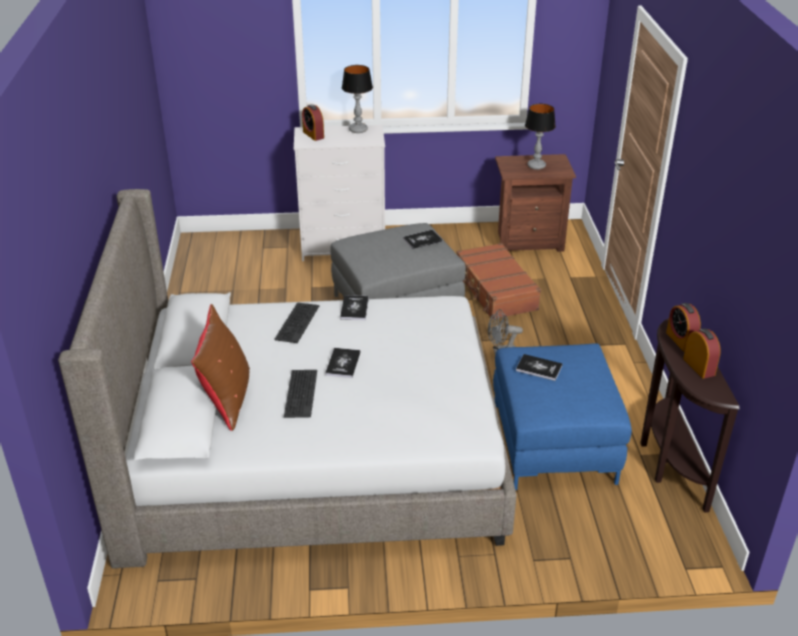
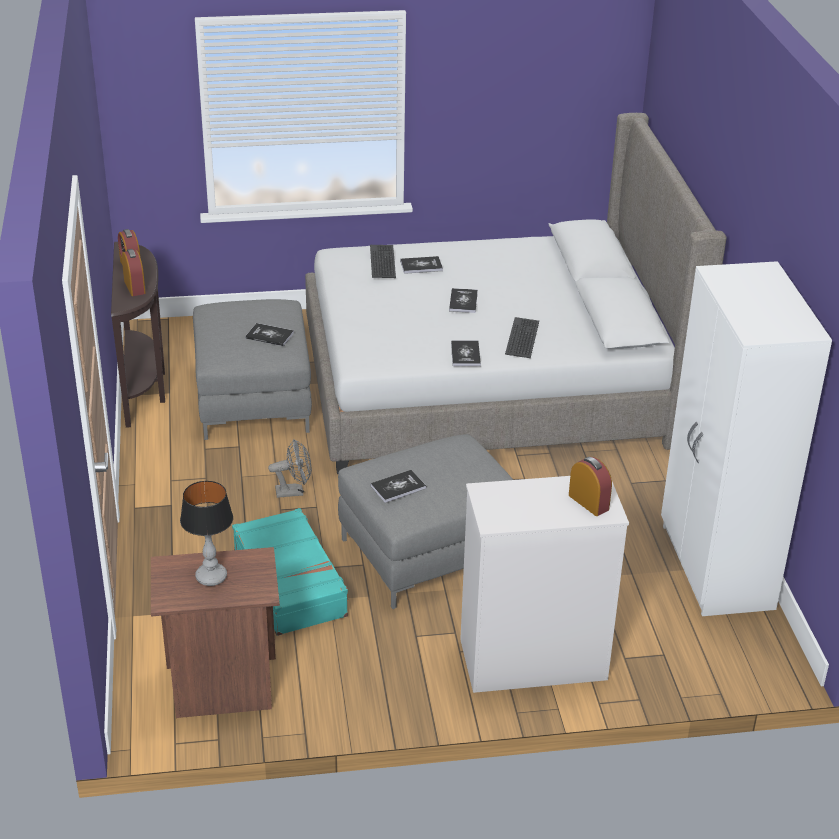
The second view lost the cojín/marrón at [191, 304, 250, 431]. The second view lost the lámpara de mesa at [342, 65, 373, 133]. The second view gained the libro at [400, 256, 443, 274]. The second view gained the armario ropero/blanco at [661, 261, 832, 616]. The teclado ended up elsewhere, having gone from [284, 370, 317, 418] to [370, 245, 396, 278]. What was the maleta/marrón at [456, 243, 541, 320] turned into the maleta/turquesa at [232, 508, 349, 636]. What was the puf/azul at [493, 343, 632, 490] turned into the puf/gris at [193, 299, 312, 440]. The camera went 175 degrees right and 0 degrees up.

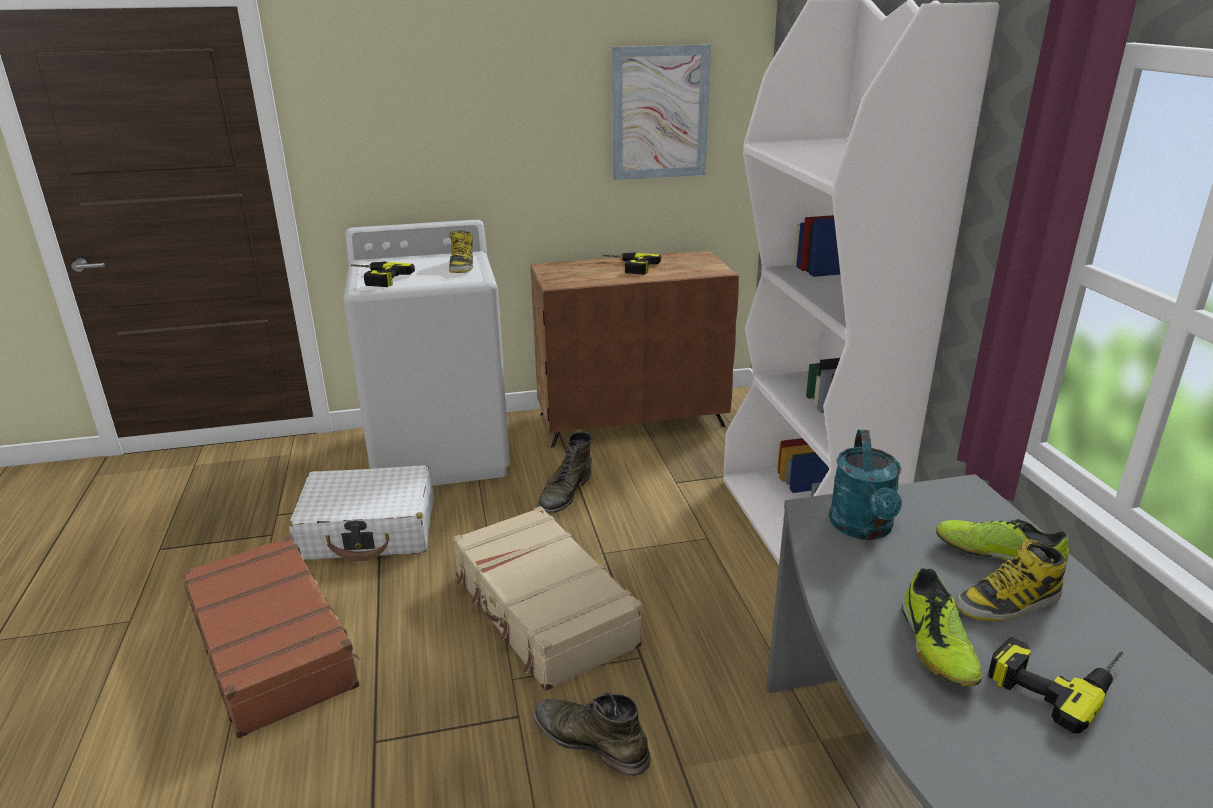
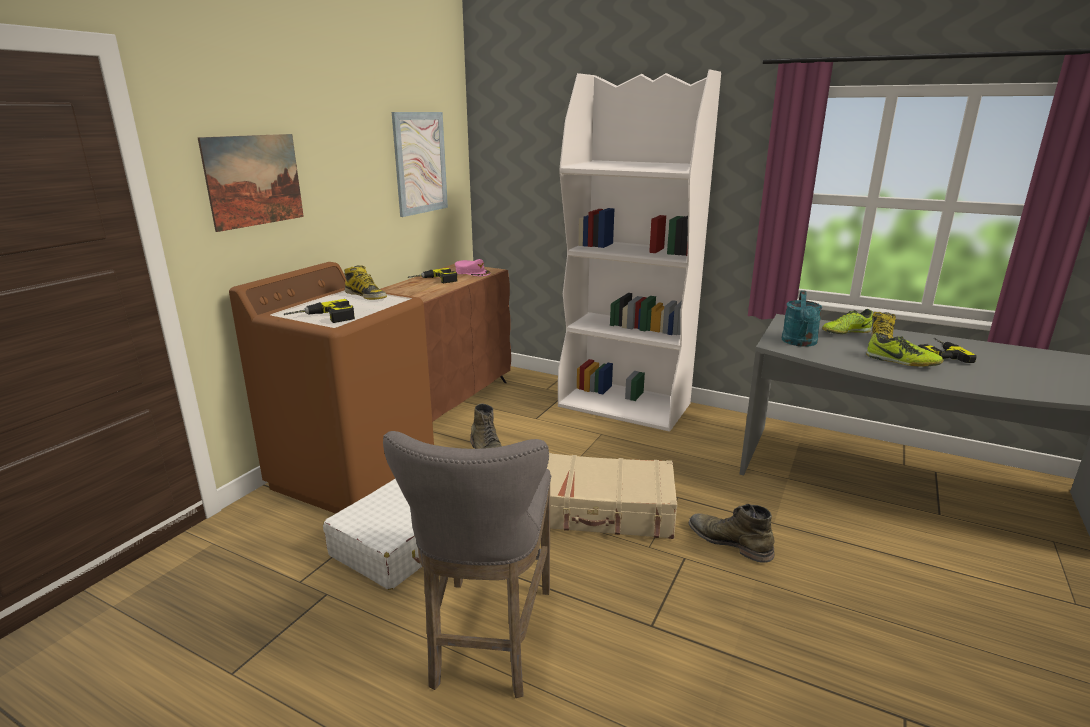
The second view gained the cuadro at [198, 134, 304, 232]. The second view gained the gorra/rosa at [455, 259, 490, 276]. Where the maleta/marrón stood at [182, 536, 360, 739], the taburete/gris came to stand at [383, 431, 551, 698]. What was the lavadora/blanco at [343, 220, 510, 486] turned into the lavadora/marrón at [229, 262, 434, 514]. The bota/verde at [534, 692, 651, 776] ended up facing another way, 60 degrees clockwise from before. The regadera/turquesa at [829, 430, 902, 540] ended up facing another way, 60 degrees clockwise from before. The camera went 50 degrees left and 5 degrees down.

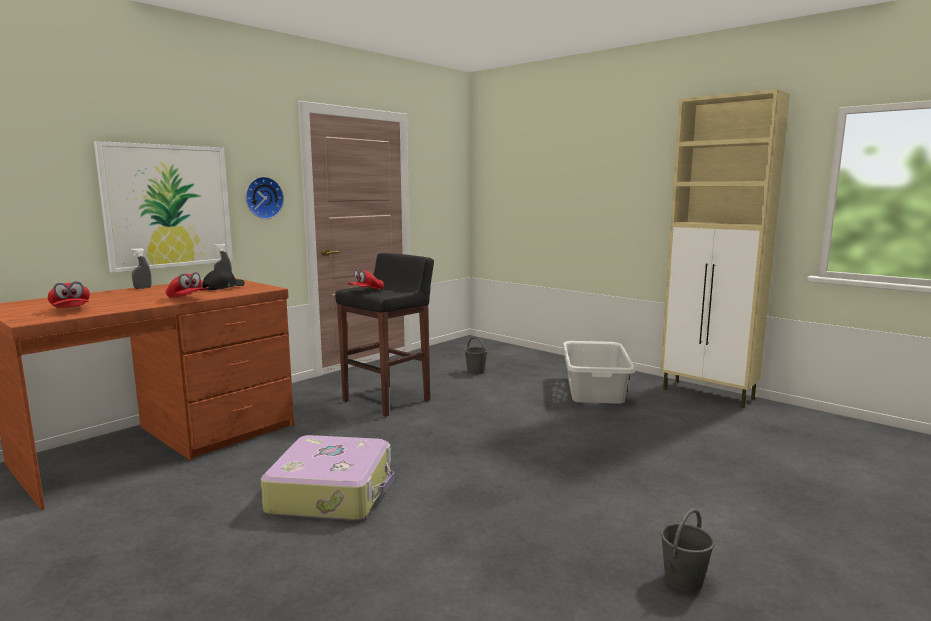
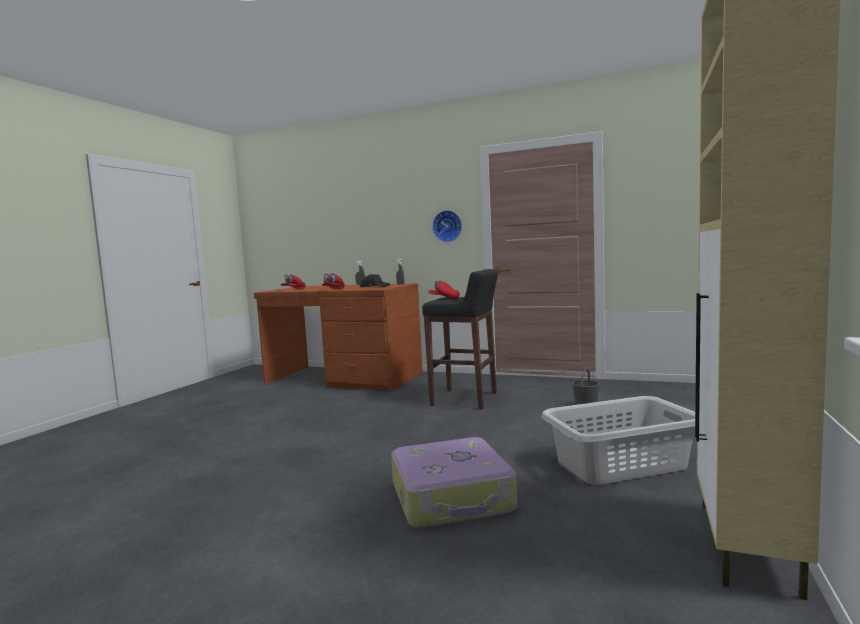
The second view lost the cuadro at [94, 141, 233, 273]. The second view lost the cubo/gris at [661, 508, 715, 592]. The maleta ended up elsewhere, having gone from [261, 435, 394, 521] to [391, 437, 517, 528]. The camera went 70 degrees right and 5 degrees down.

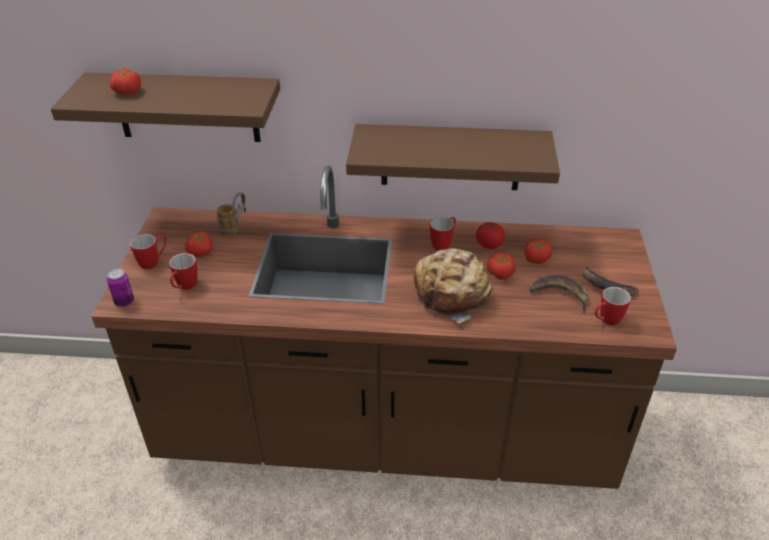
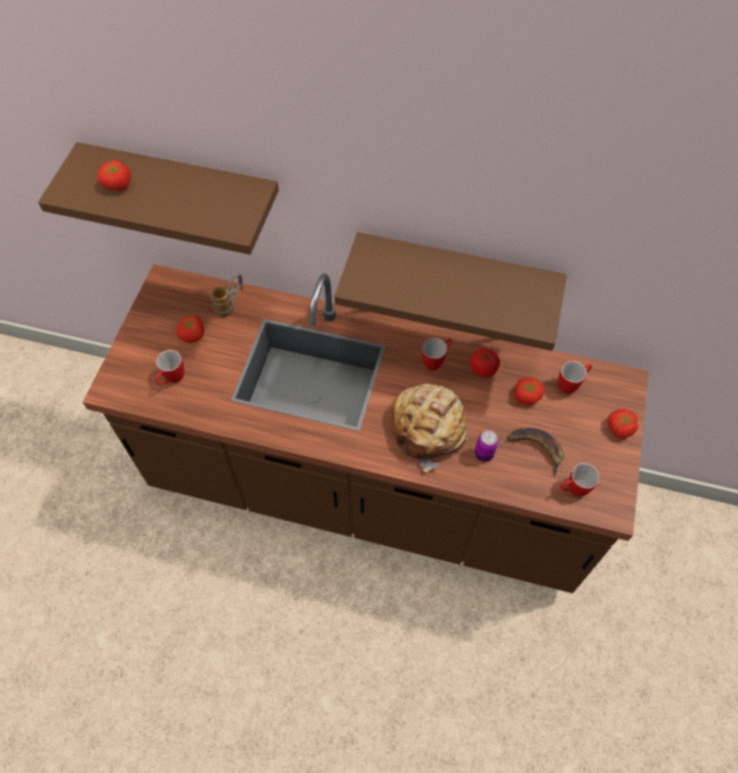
The second view lost the plátano at [582, 267, 639, 296]. The lata ended up elsewhere, having gone from [107, 269, 134, 307] to [475, 430, 499, 462]. The taza grande ended up elsewhere, having gone from [130, 234, 167, 269] to [558, 361, 592, 394]. The tomate ended up elsewhere, having gone from [487, 253, 516, 280] to [607, 409, 638, 439]. The camera went 10 degrees right and 20 degrees up.

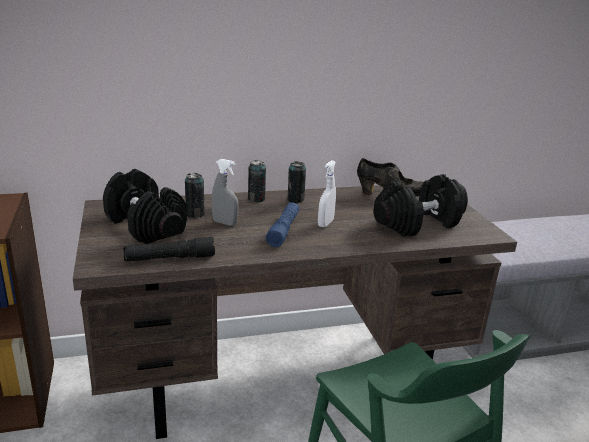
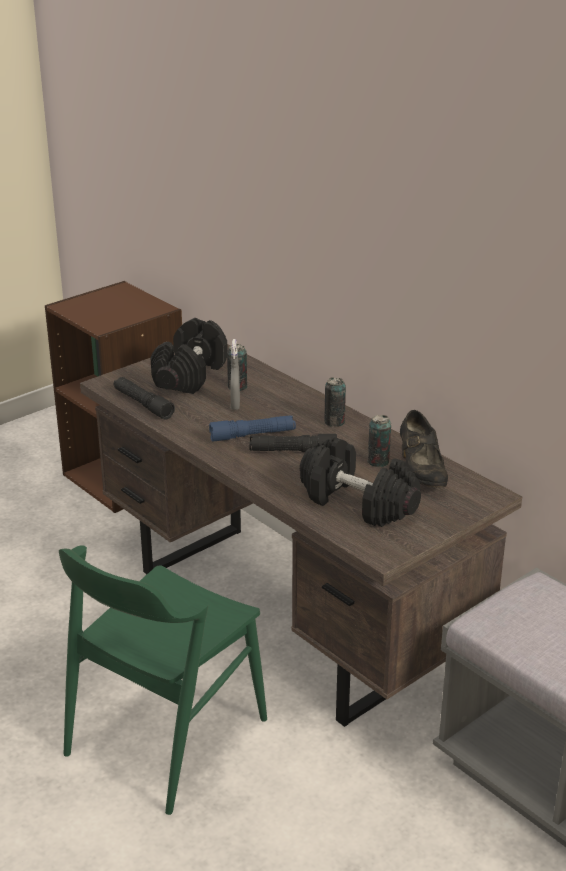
The lata ended up elsewhere, having gone from [248, 160, 266, 203] to [367, 415, 391, 467]. Where the pulverizador/blanco stood at [318, 160, 336, 227], the linterna/negro came to stand at [249, 434, 337, 452]. The camera went 65 degrees right and 5 degrees up.

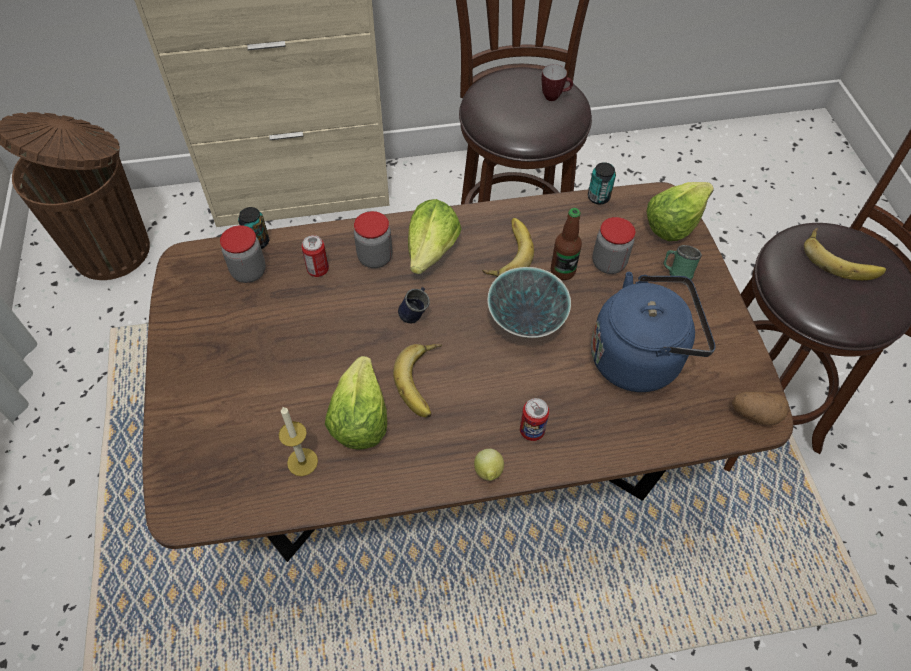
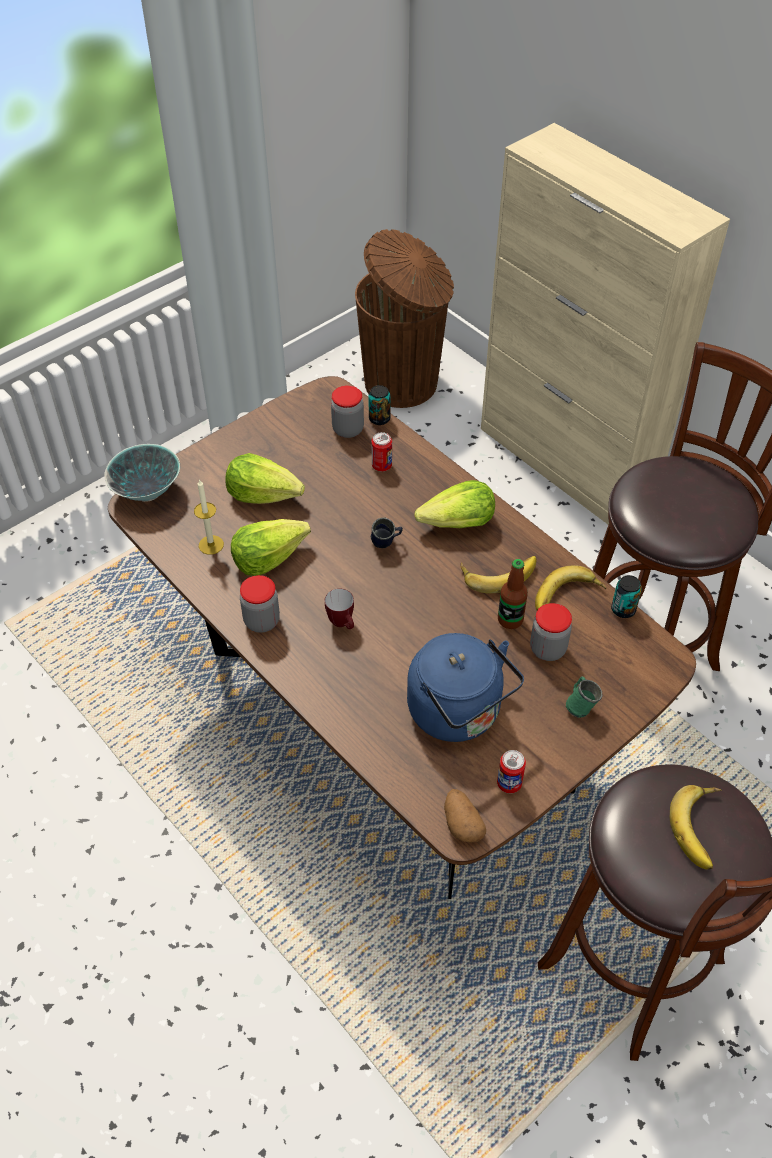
The second view lost the limón at [474, 449, 504, 481]. The tarro ended up elsewhere, having gone from [354, 211, 392, 268] to [240, 575, 280, 633]. The plátano ended up elsewhere, having gone from [393, 344, 442, 417] to [535, 565, 606, 610]. The cuenco ended up elsewhere, having gone from [487, 267, 571, 338] to [104, 444, 180, 502]. The lata ended up elsewhere, having gone from [520, 398, 549, 441] to [497, 750, 526, 793]. The taza grande ended up elsewhere, having gone from [541, 64, 573, 101] to [325, 588, 354, 629]. The lechuga ended up elsewhere, having gone from [647, 182, 714, 241] to [225, 453, 305, 504]. The camera went 60 degrees right and 5 degrees down.

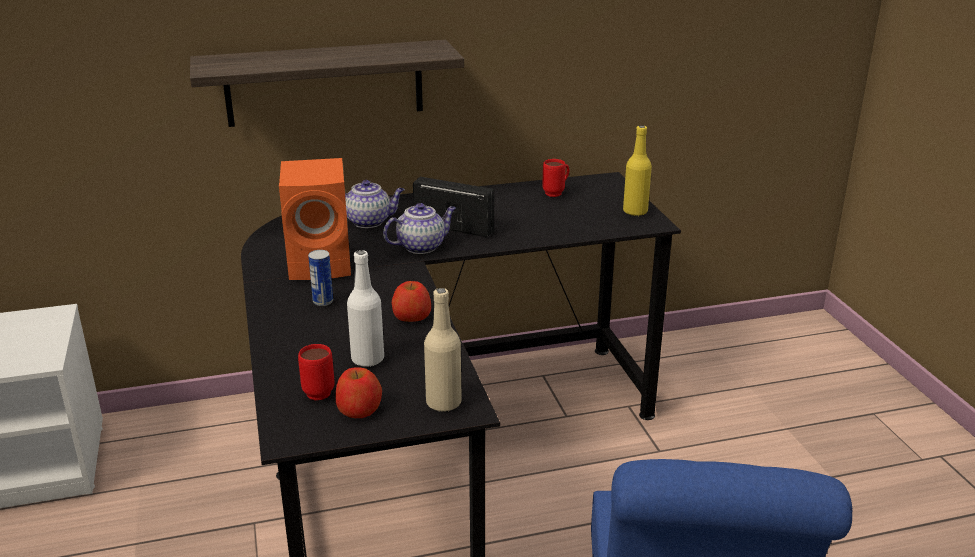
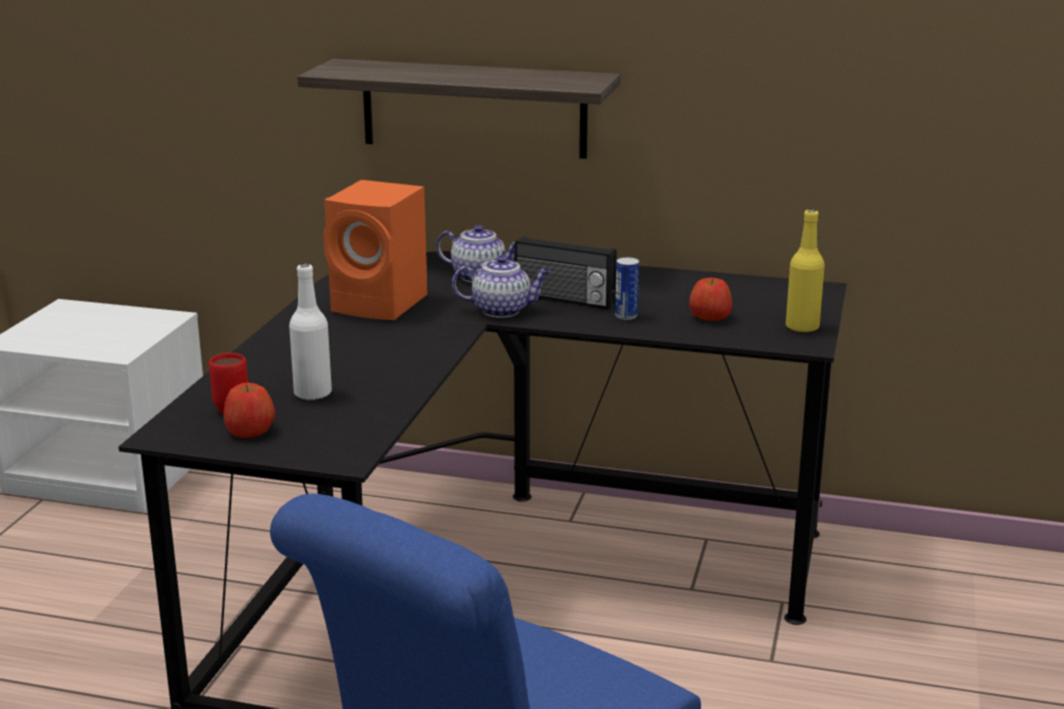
The second view lost the botella/beis at [424, 288, 462, 411]. The second view lost the taza grande/rojo at [542, 159, 569, 197]. The lata ended up elsewhere, having gone from [308, 250, 333, 306] to [615, 257, 639, 320]. The manzana ended up elsewhere, having gone from [392, 281, 431, 322] to [689, 278, 732, 321]. The radio at [413, 177, 494, 237] ended up facing another way, 150 degrees clockwise from before. The camera went 30 degrees right and 5 degrees down.

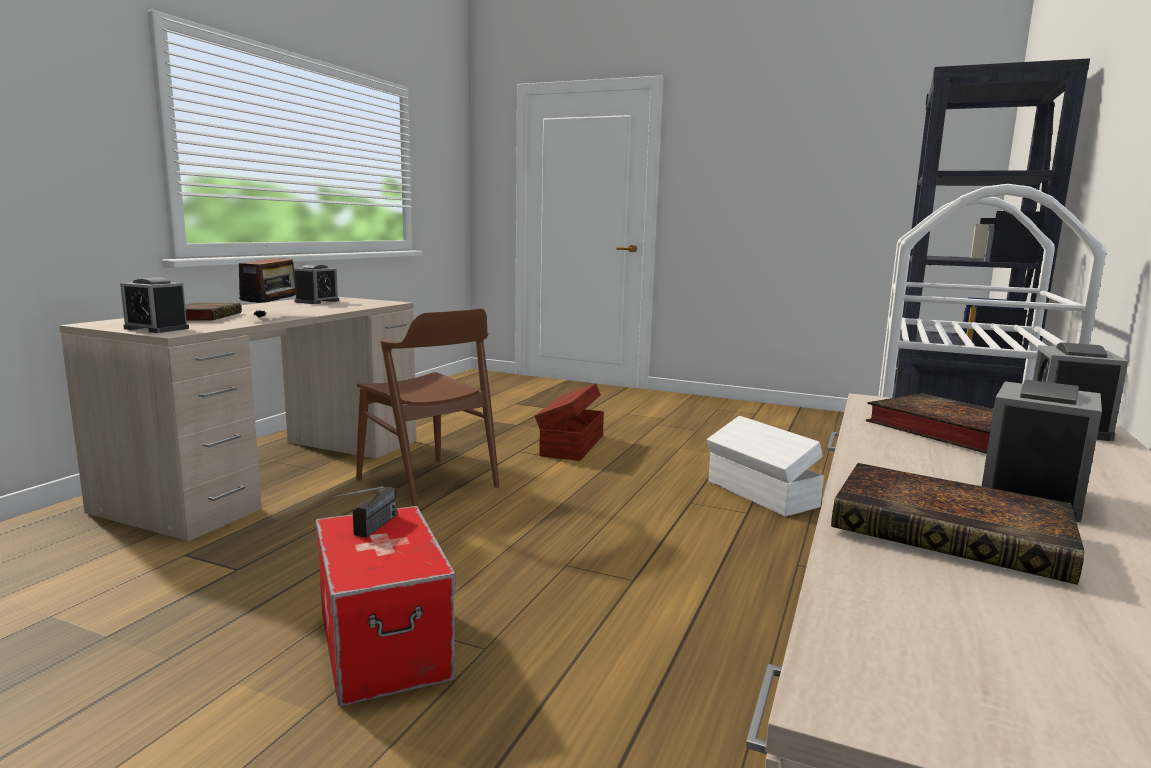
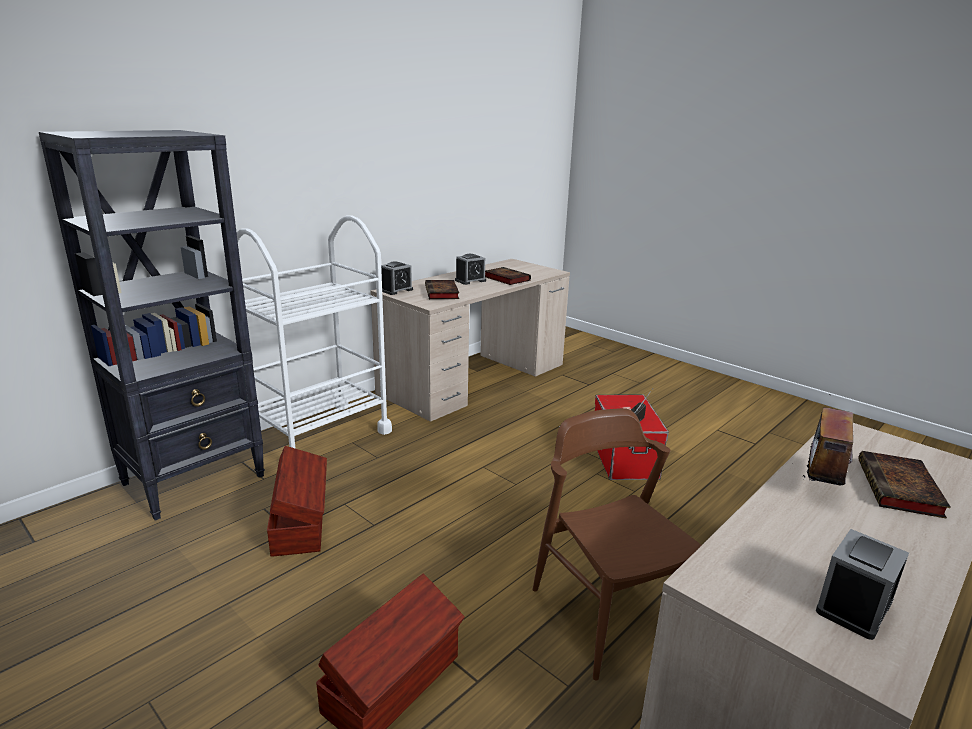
The second view lost the despertador at [120, 277, 189, 333]. What was the caja de almacenaje/blanco at [707, 416, 824, 517] turned into the caja de almacenaje/marrón at [267, 446, 327, 557]. The camera went 160 degrees left and 10 degrees up.

